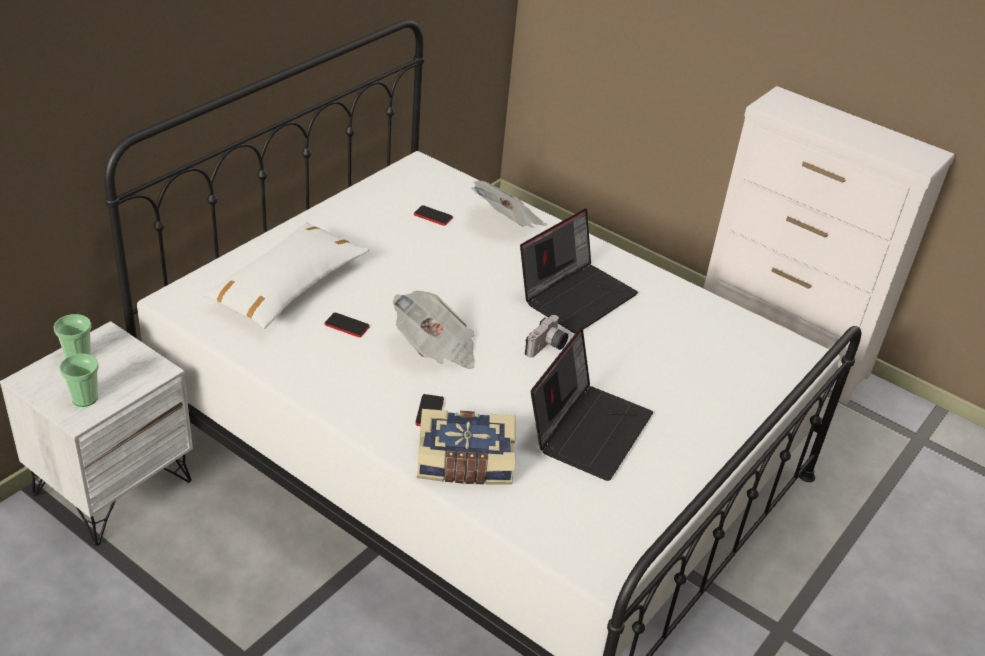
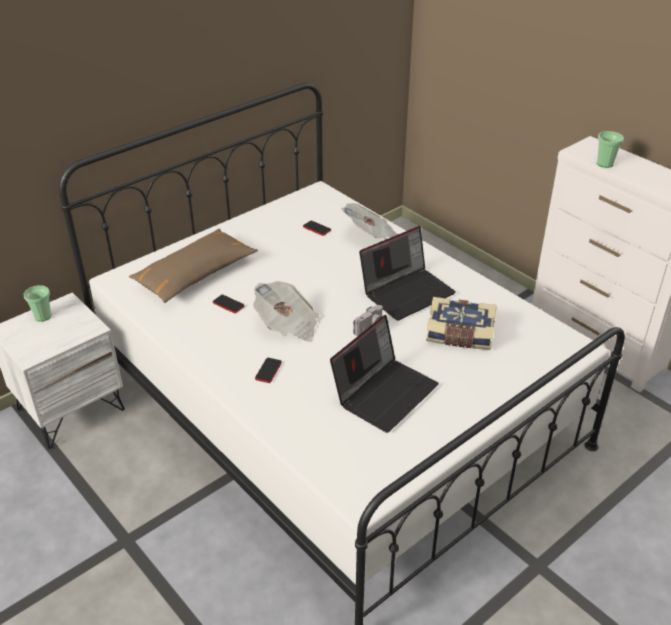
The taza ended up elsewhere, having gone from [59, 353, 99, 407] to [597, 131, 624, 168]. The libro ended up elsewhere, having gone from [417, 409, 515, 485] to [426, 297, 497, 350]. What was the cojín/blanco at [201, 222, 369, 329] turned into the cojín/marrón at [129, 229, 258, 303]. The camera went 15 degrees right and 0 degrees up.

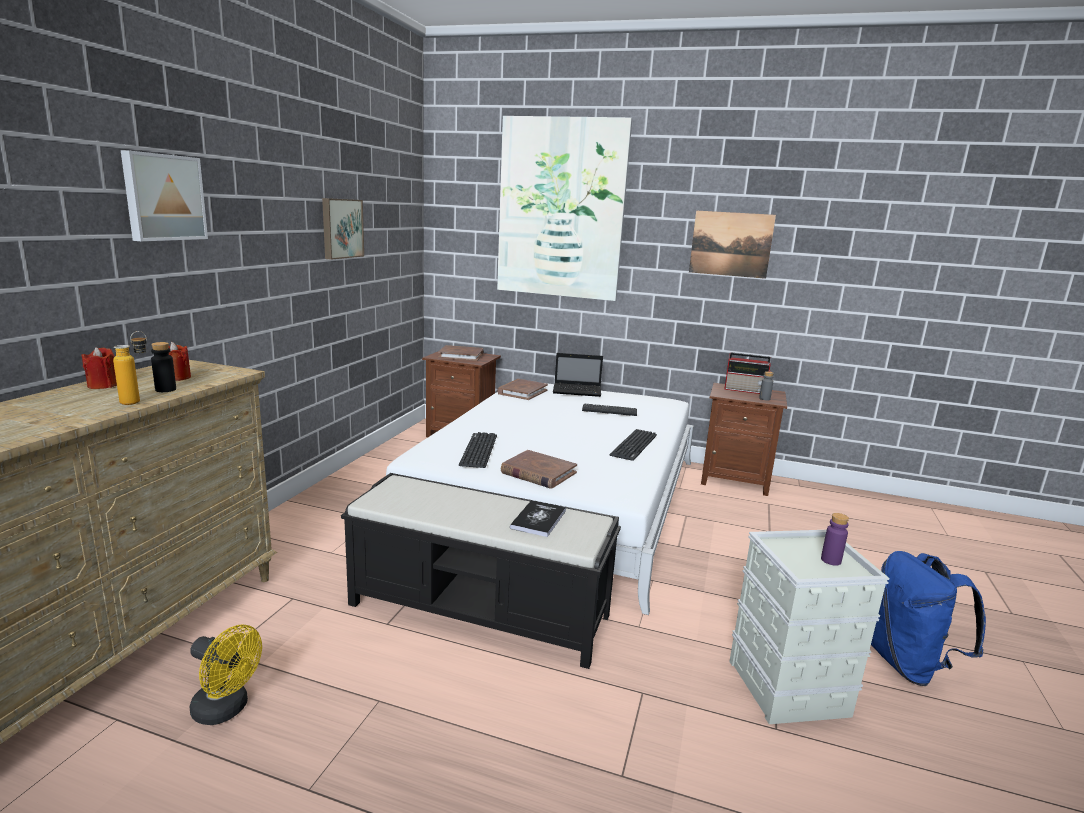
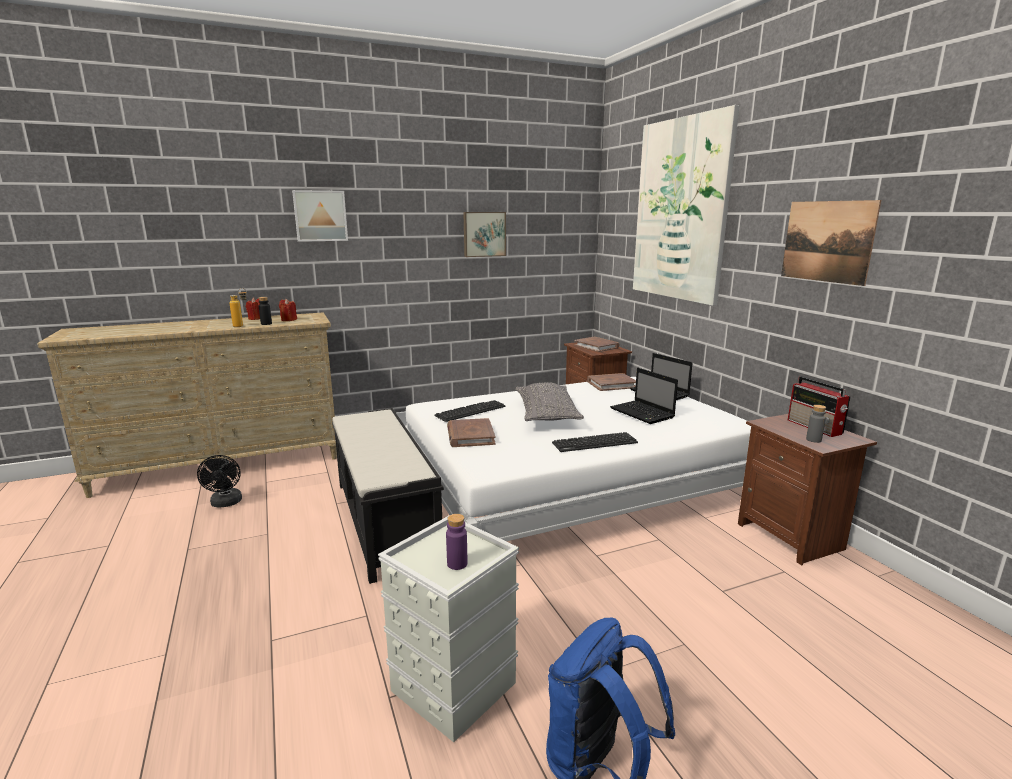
The second view lost the libro at [510, 500, 566, 537]. The second view gained the cojín/gris at [516, 382, 584, 421]. Where the teclado stood at [582, 403, 637, 416], the portátil came to stand at [610, 368, 678, 424]. What was the ventilador/amarillo at [190, 625, 262, 725] turned into the ventilador/negro at [197, 455, 242, 508]. The camera went 50 degrees right and 0 degrees up.

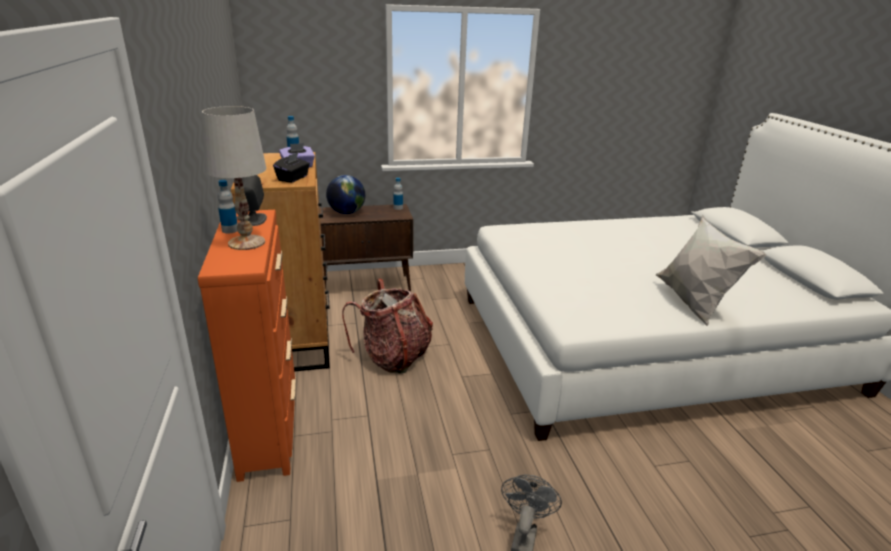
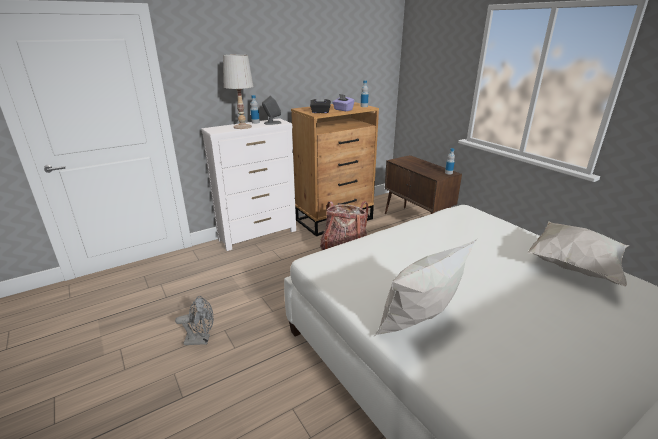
The second view lost the globo terráqueo at [326, 175, 365, 214]. The second view gained the cojín/blanco at [527, 221, 629, 287]. What was the cómoda/naranja at [198, 210, 296, 482] turned into the cómoda/blanco at [201, 118, 296, 251]. The camera went 70 degrees right and 0 degrees up.

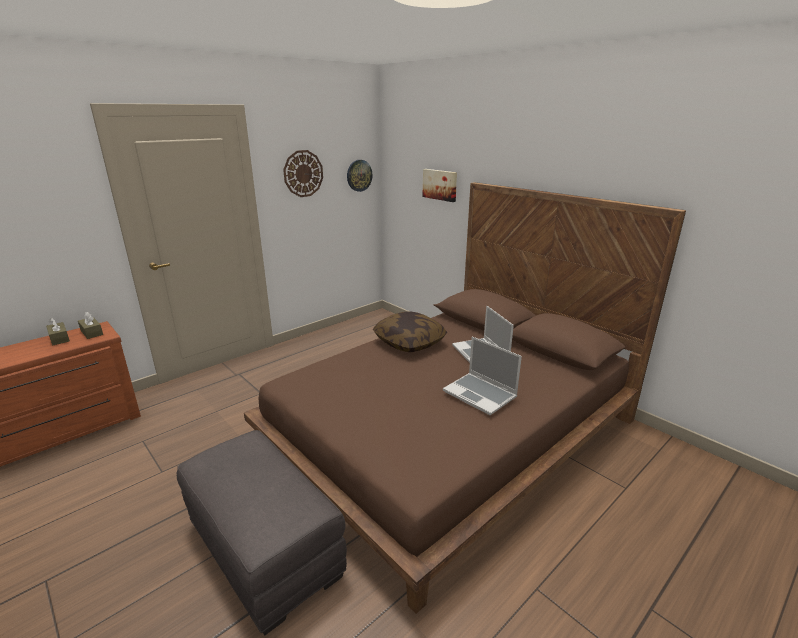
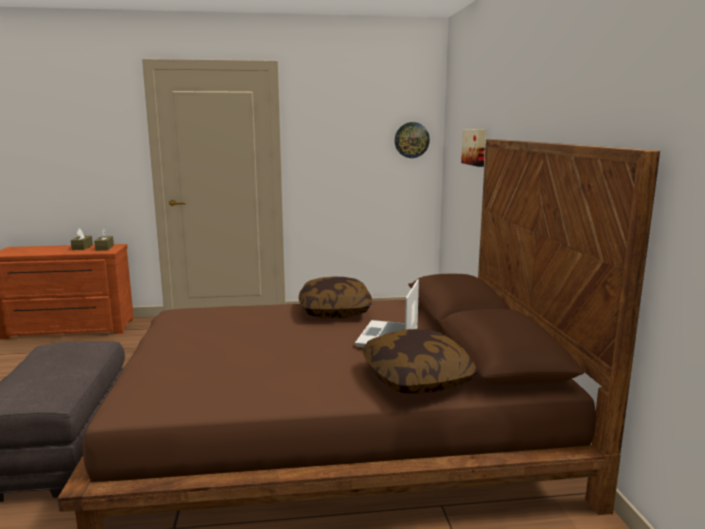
The second view lost the reloj de pared at [283, 150, 323, 197]. The second view lost the portátil at [443, 336, 522, 415]. The second view gained the cojín at [362, 329, 479, 394]. The camera went 35 degrees right and 10 degrees down.

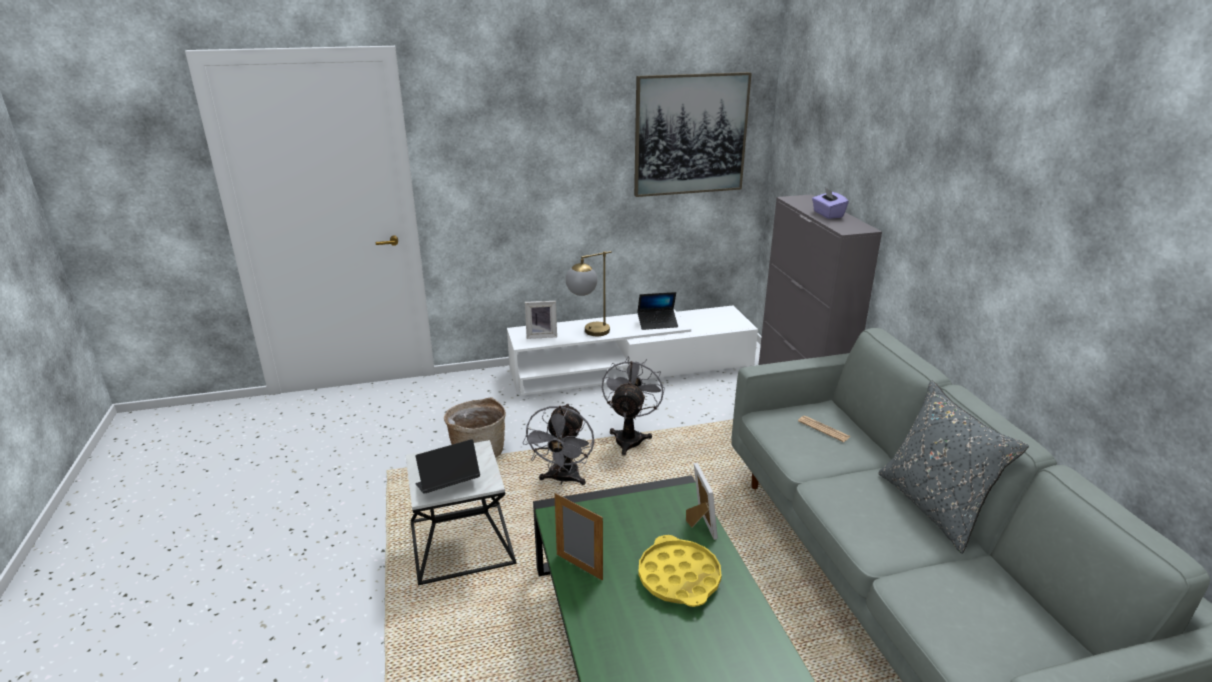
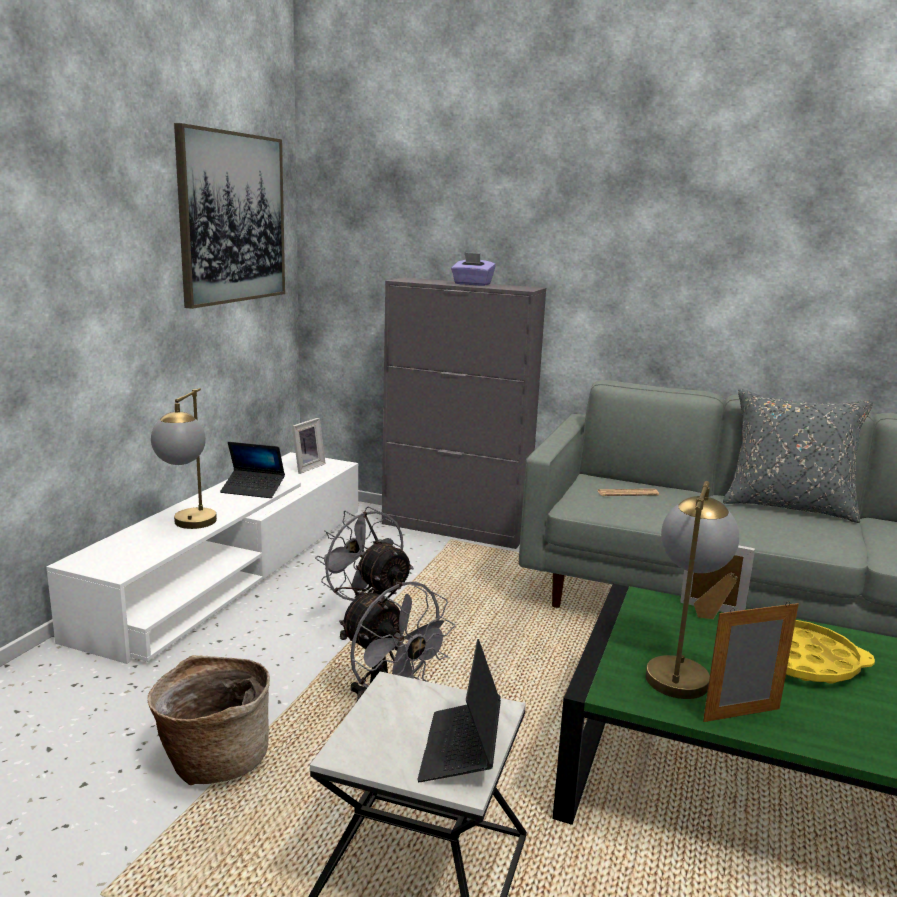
The second view gained the lámpara de mesa at [646, 481, 739, 699]. The portarretratos ended up elsewhere, having gone from [525, 301, 557, 339] to [292, 418, 326, 474]. The portátil at [637, 292, 678, 330] ended up facing another way, 75 degrees clockwise from before. The camera went 55 degrees left and 10 degrees down.

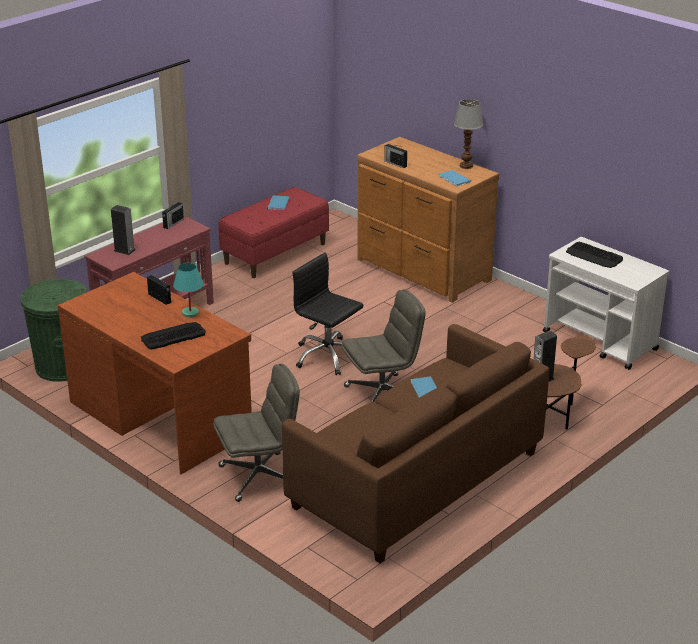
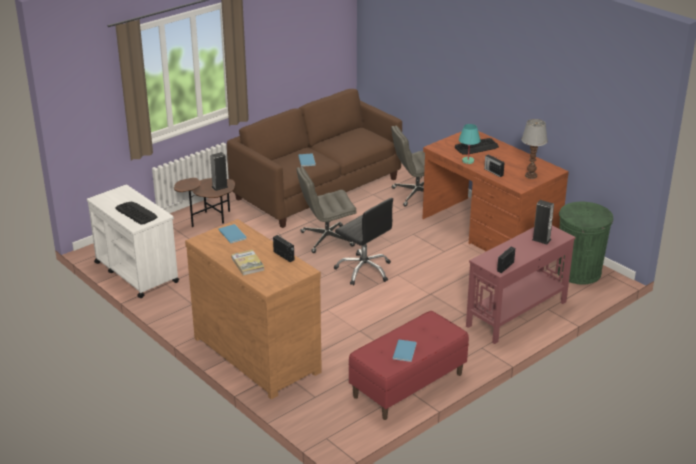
The second view gained the libro at [231, 249, 265, 276]. The lámpara de mesa ended up elsewhere, having gone from [454, 99, 483, 169] to [521, 119, 548, 179]. The camera went 175 degrees left and 0 degrees up.

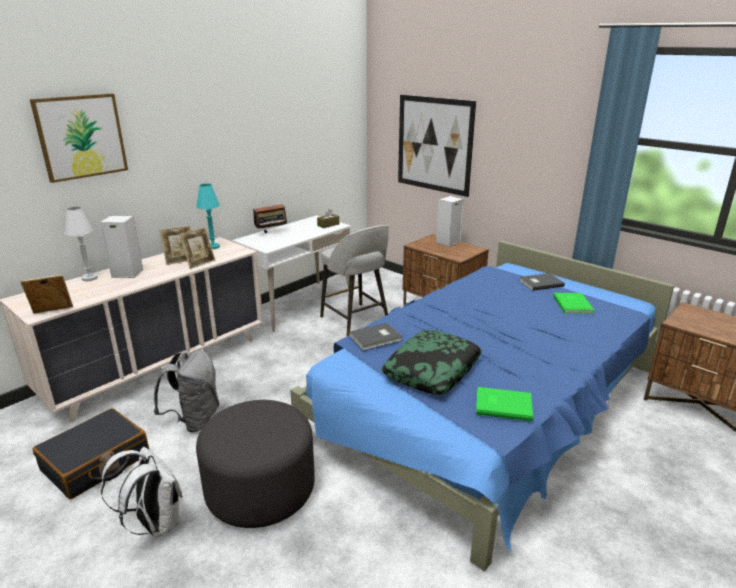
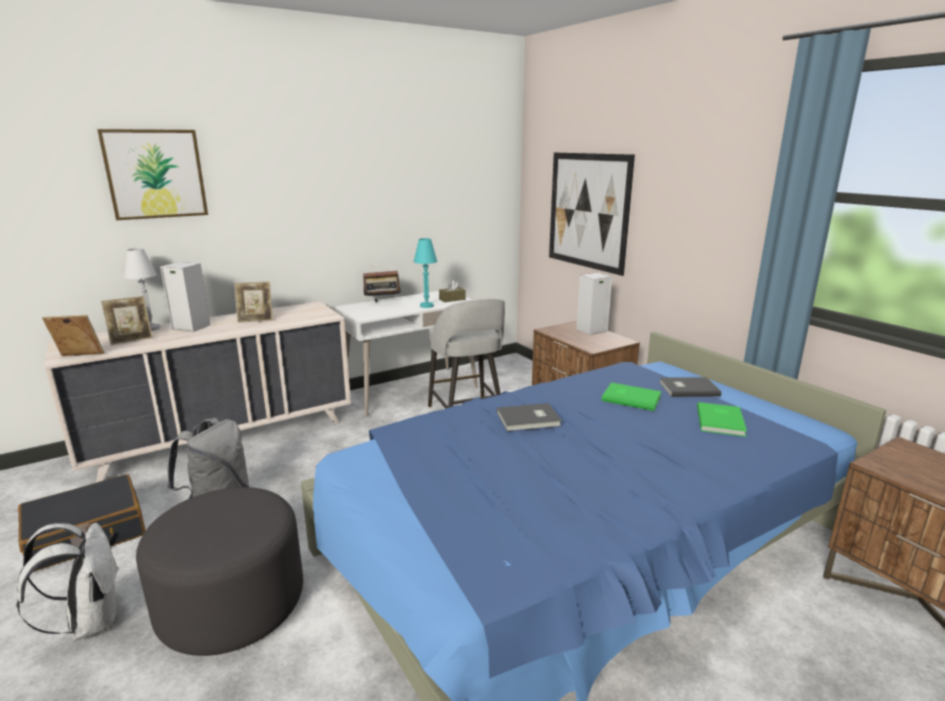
The second view lost the cojín at [381, 330, 482, 395]. The portarretratos ended up elsewhere, having gone from [179, 227, 215, 269] to [101, 296, 153, 345]. The lámpara de mesa/turquesa ended up elsewhere, having gone from [196, 184, 220, 249] to [414, 238, 438, 308]. The libro/gris ended up elsewhere, having gone from [349, 323, 403, 350] to [497, 403, 562, 431]. The libro/verde ended up elsewhere, having gone from [476, 387, 533, 421] to [602, 382, 662, 411]. The camera went 15 degrees right and 5 degrees down.

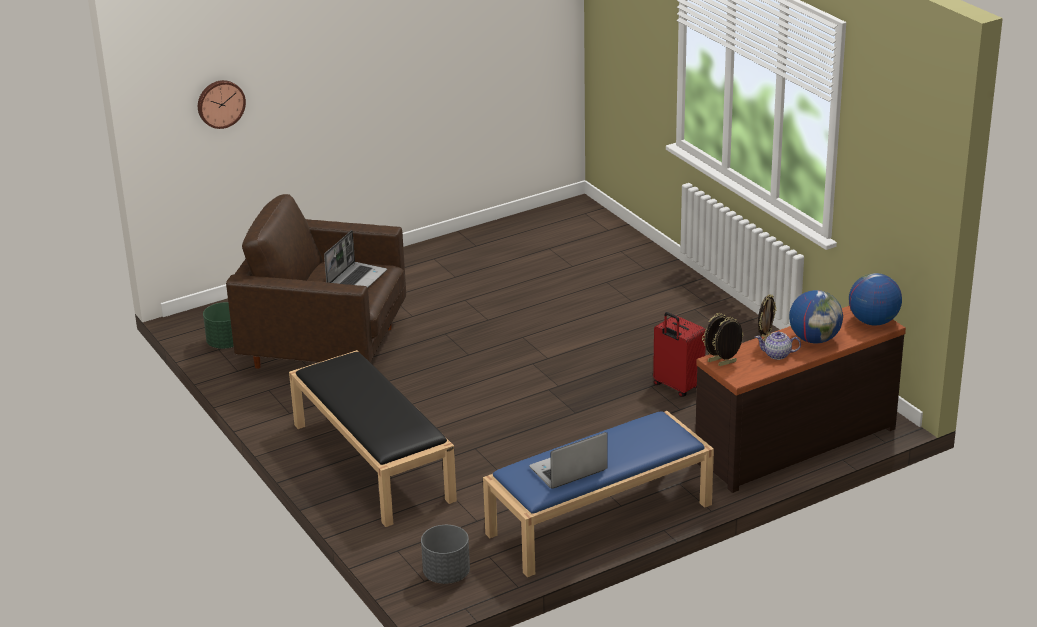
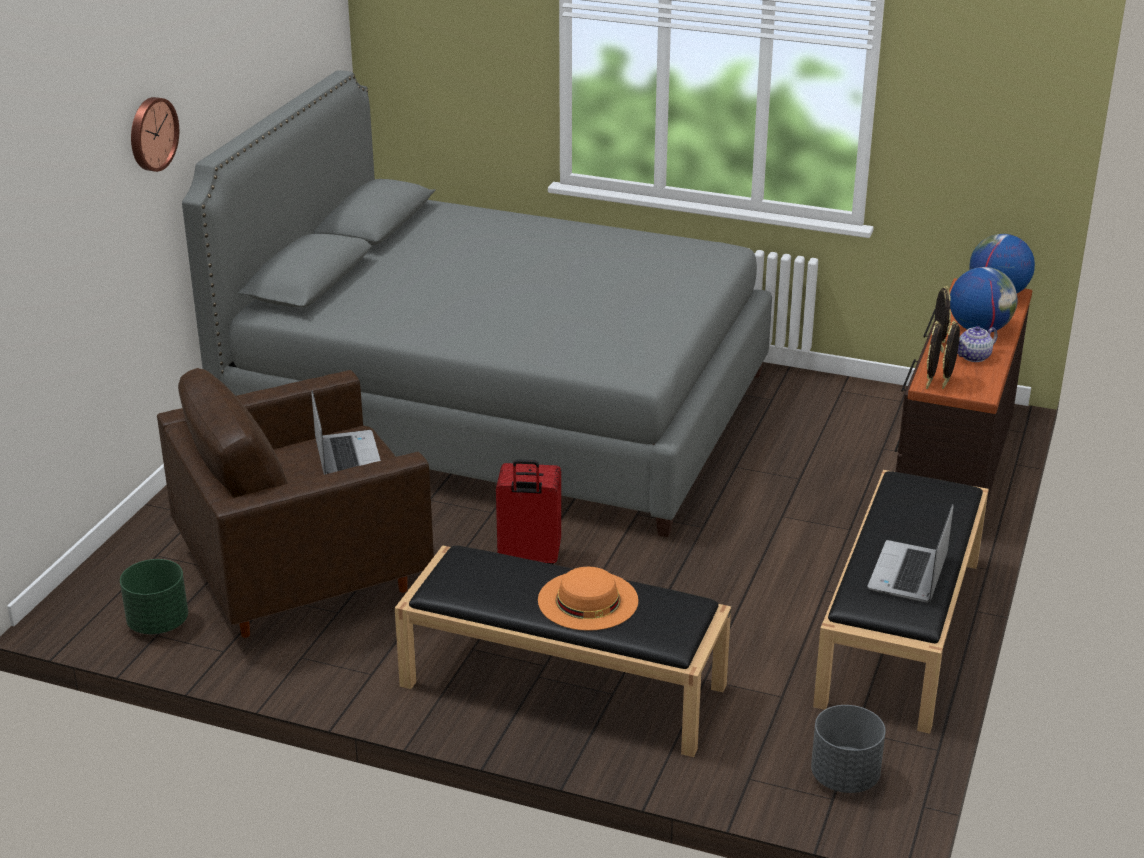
The second view gained the cama/gris at [182, 70, 772, 537]. The second view gained the sombrero/naranja at [538, 567, 638, 631]. The reloj de pared ended up elsewhere, having gone from [198, 80, 246, 129] to [131, 97, 179, 172]. The maleta/rojo ended up elsewhere, having gone from [653, 312, 706, 397] to [496, 459, 561, 565]. What was the banco/azul at [483, 411, 714, 577] turned into the banco/negro at [813, 470, 989, 734]. The camera went 40 degrees left and 0 degrees up.

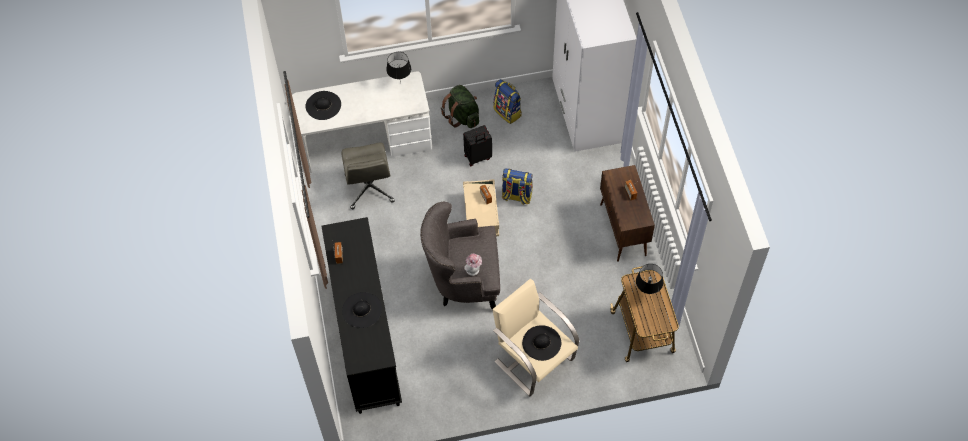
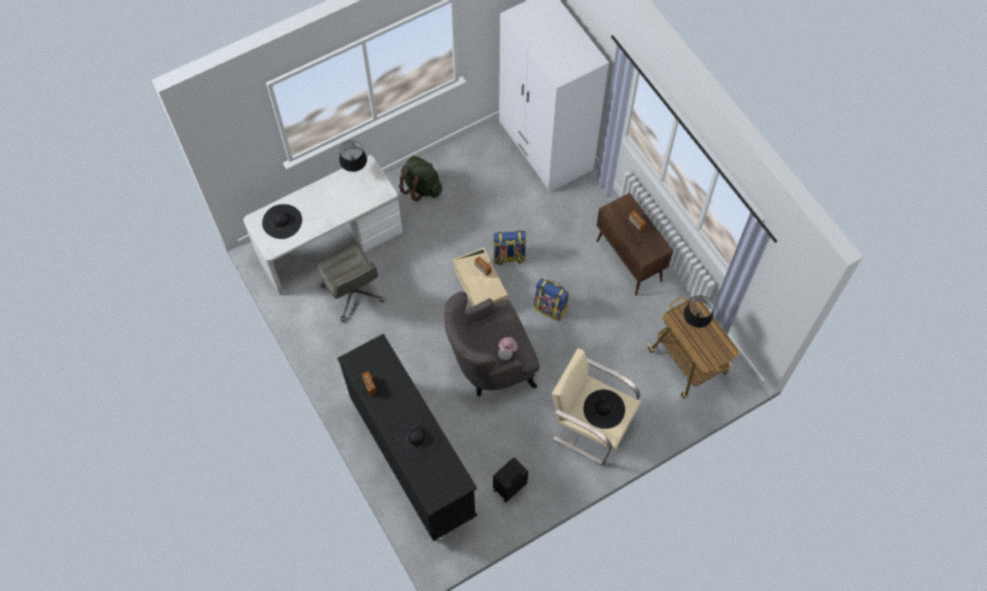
The maleta/negro ended up elsewhere, having gone from [463, 125, 492, 166] to [493, 457, 528, 502]. The mochila ended up elsewhere, having gone from [493, 79, 522, 124] to [533, 278, 569, 321]. The camera went 20 degrees left and 5 degrees up.

